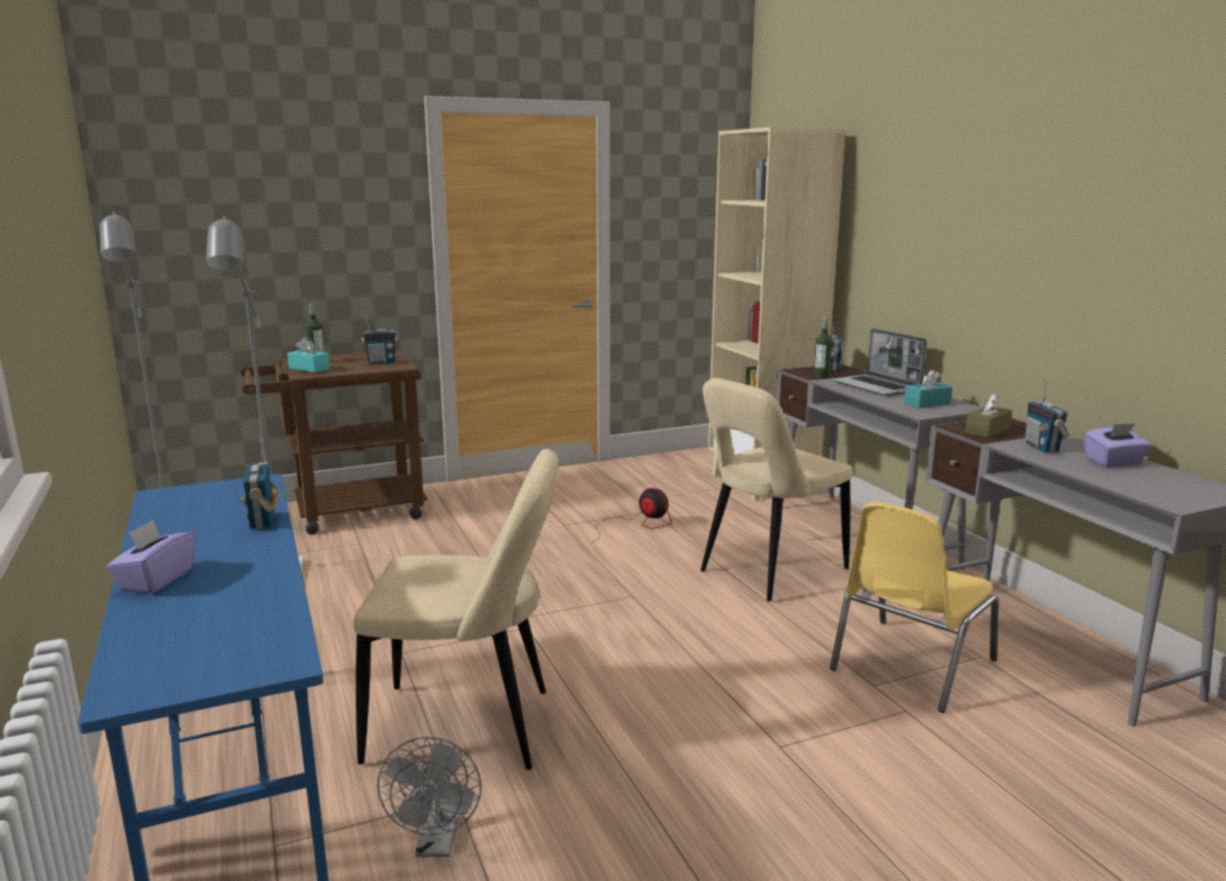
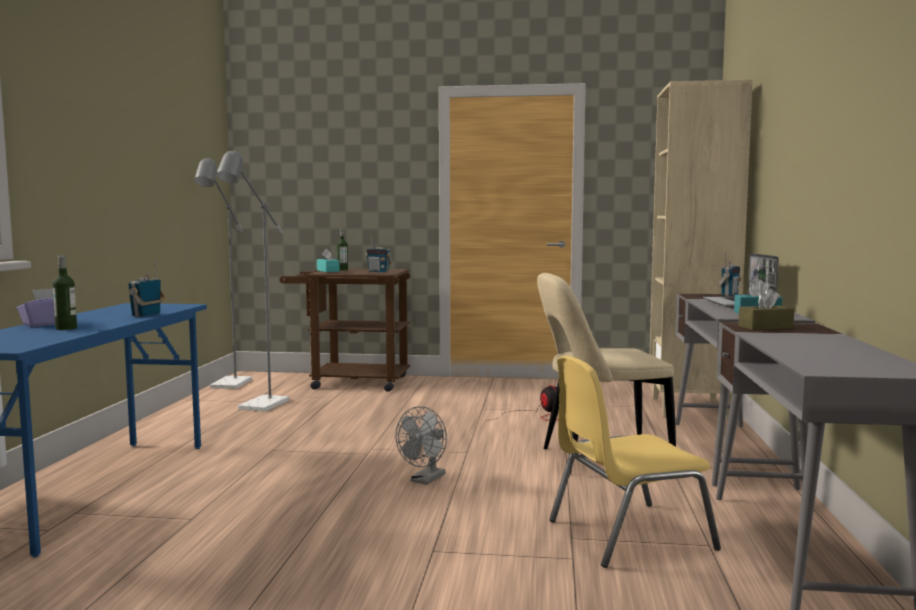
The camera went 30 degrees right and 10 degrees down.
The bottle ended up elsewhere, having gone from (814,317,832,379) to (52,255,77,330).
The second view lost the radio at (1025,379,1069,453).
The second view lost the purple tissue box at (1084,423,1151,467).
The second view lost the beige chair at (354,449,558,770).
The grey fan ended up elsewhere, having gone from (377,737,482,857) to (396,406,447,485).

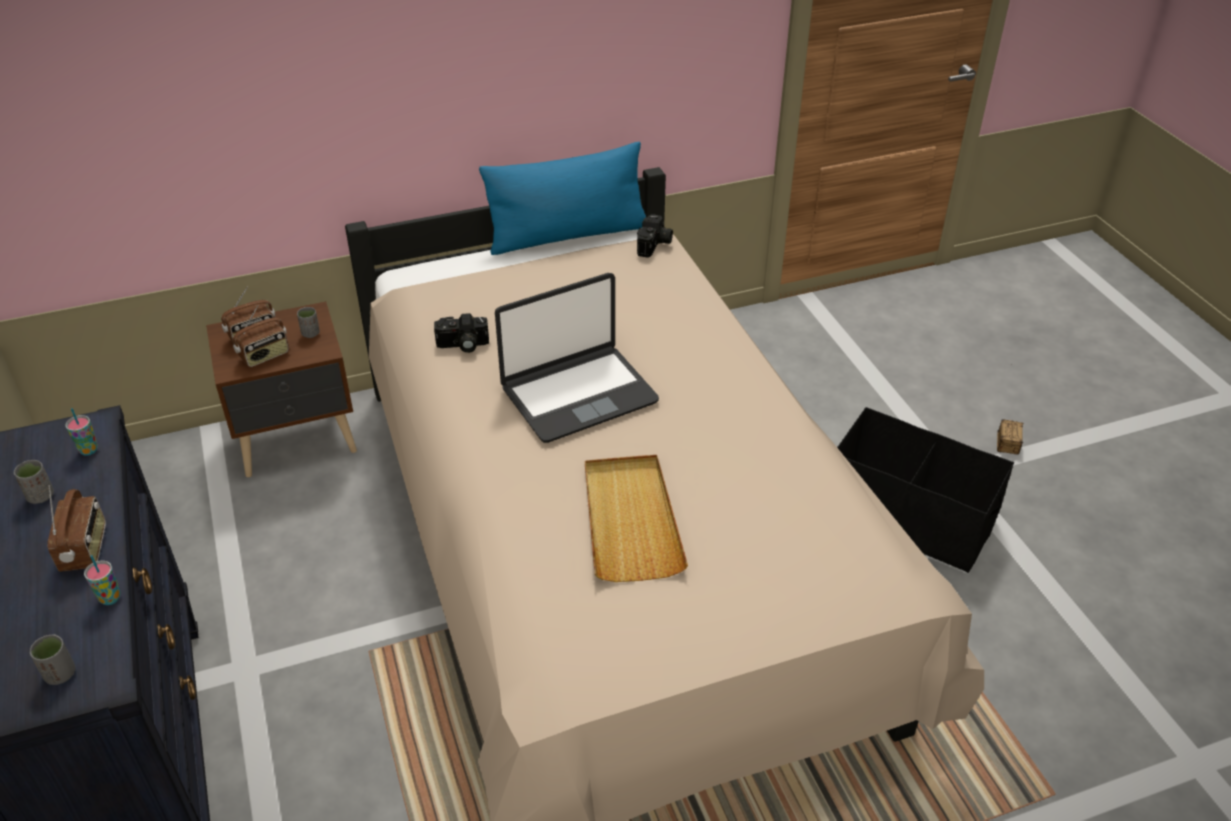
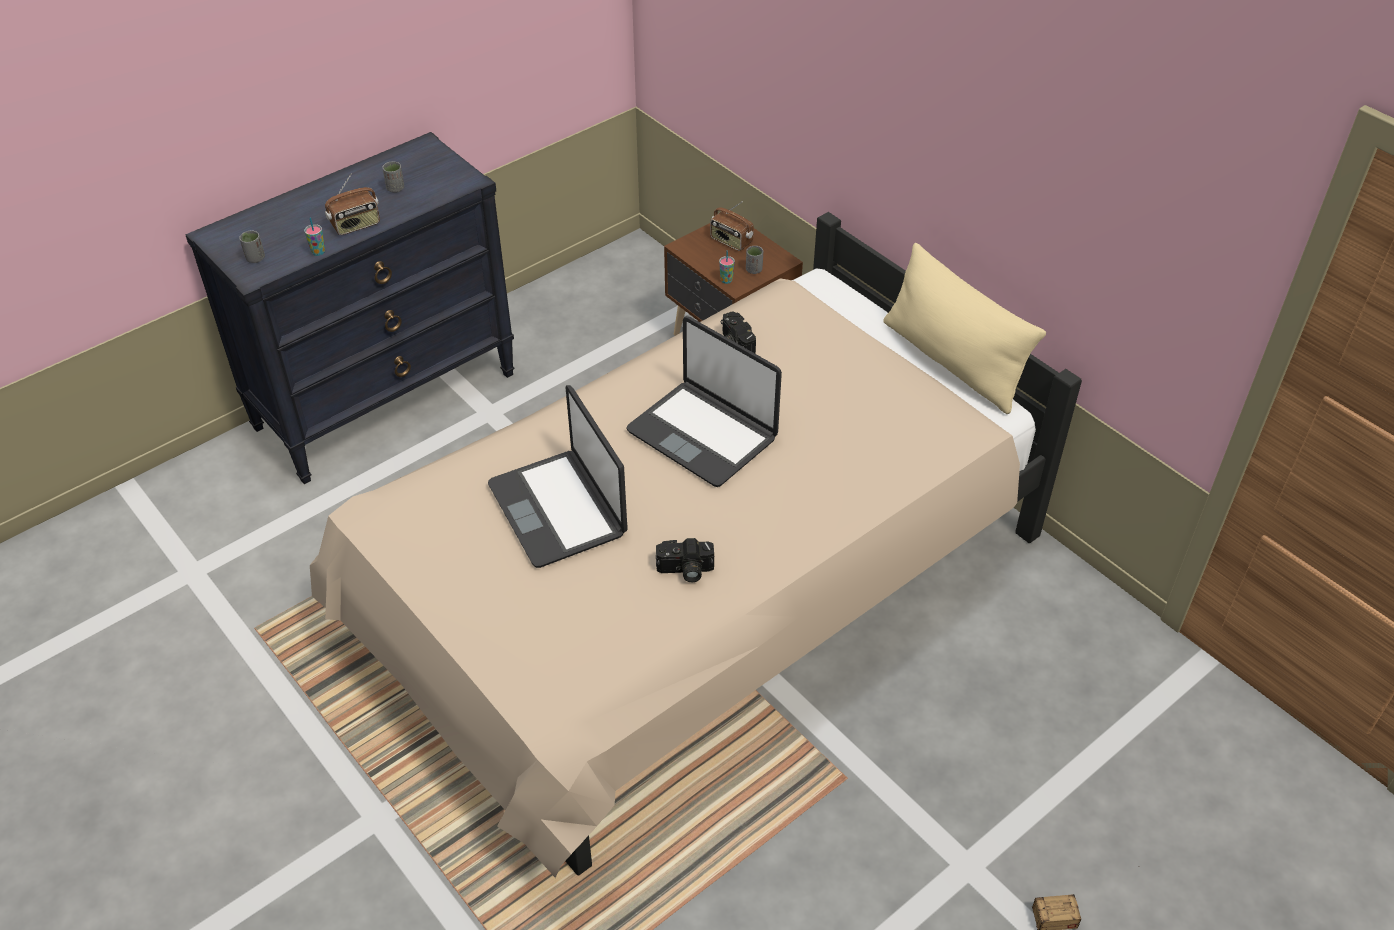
The camera went 70 degrees right and 5 degrees up.
What was the blue pillow at (479,142,646,255) turned into the beige pillow at (883,243,1046,414).
The photo camera ended up elsewhere, having gone from (637,214,673,258) to (656,538,714,582).
The second view lost the radio at (233,305,289,367).
The second view lost the black storage box at (837,407,1014,573).
The cup ended up elsewhere, having gone from (65,408,98,456) to (719,251,735,284).
Where the beige tray stood at (585,455,688,582), the laptop came to stand at (488,385,628,568).

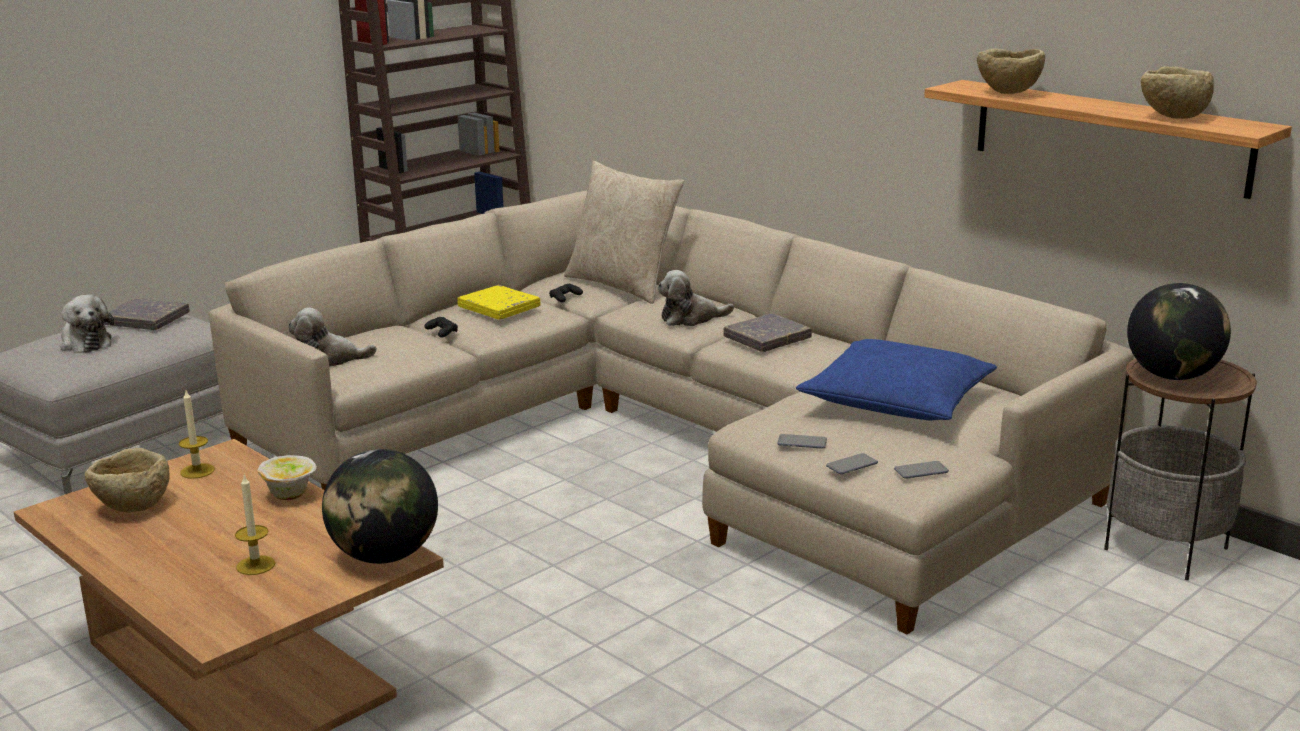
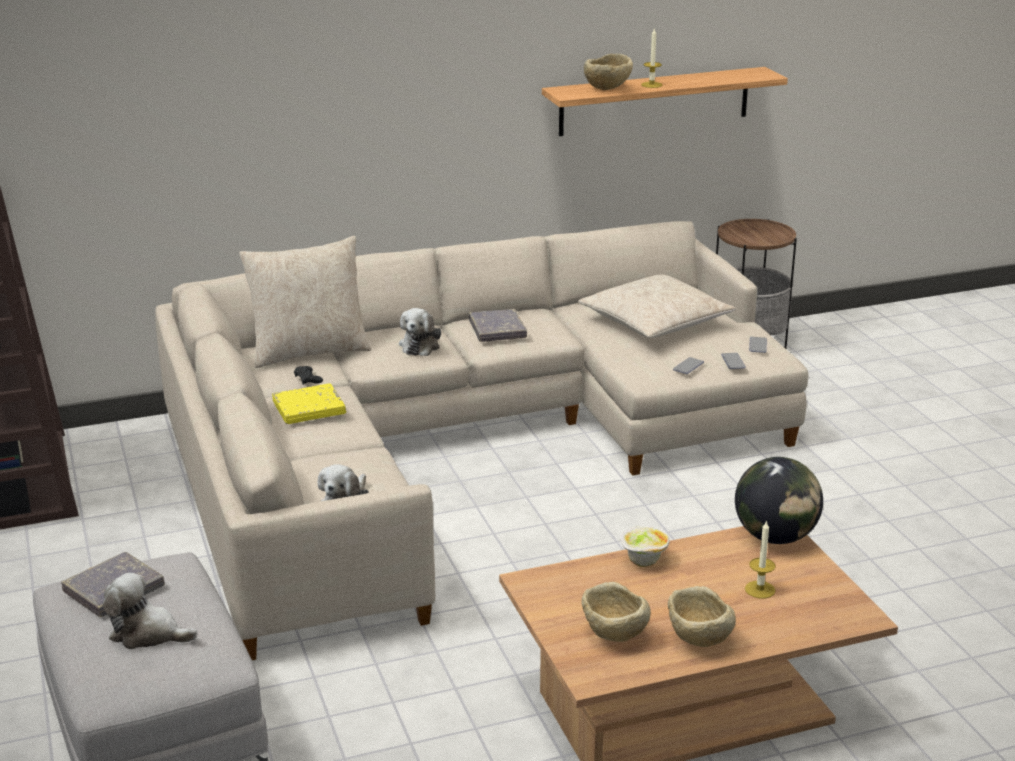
The camera went 65 degrees left and 5 degrees up.
The beige bowl ended up elsewhere, having gone from (1141,66,1214,119) to (668,586,736,647).
The second view lost the globe at (1127,283,1231,380).
The plush toy at (61,295,114,353) ended up facing another way, 150 degrees counterclockwise from before.
The second view lost the black game controller at (424,317,458,338).
What was the blue pillow at (796,339,997,420) turned into the beige pillow at (578,274,736,338).
The candle ended up elsewhere, having gone from (179,391,214,479) to (641,29,662,88).

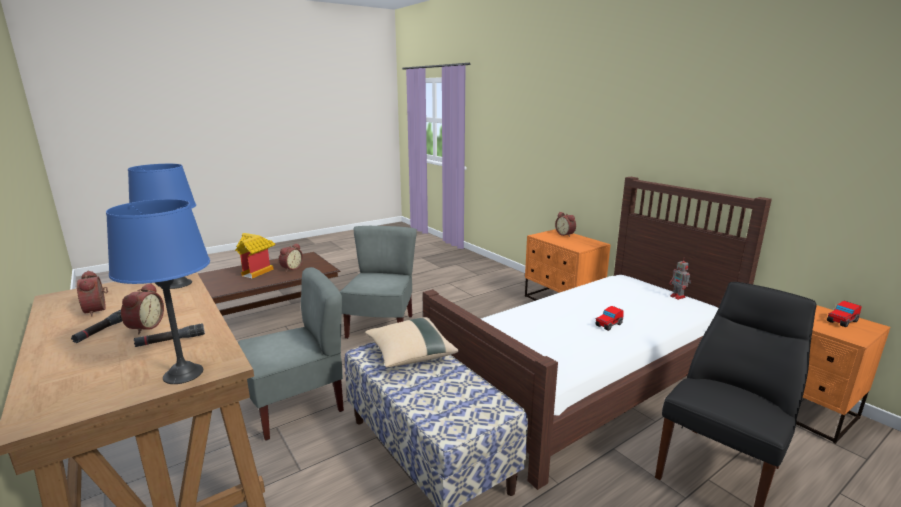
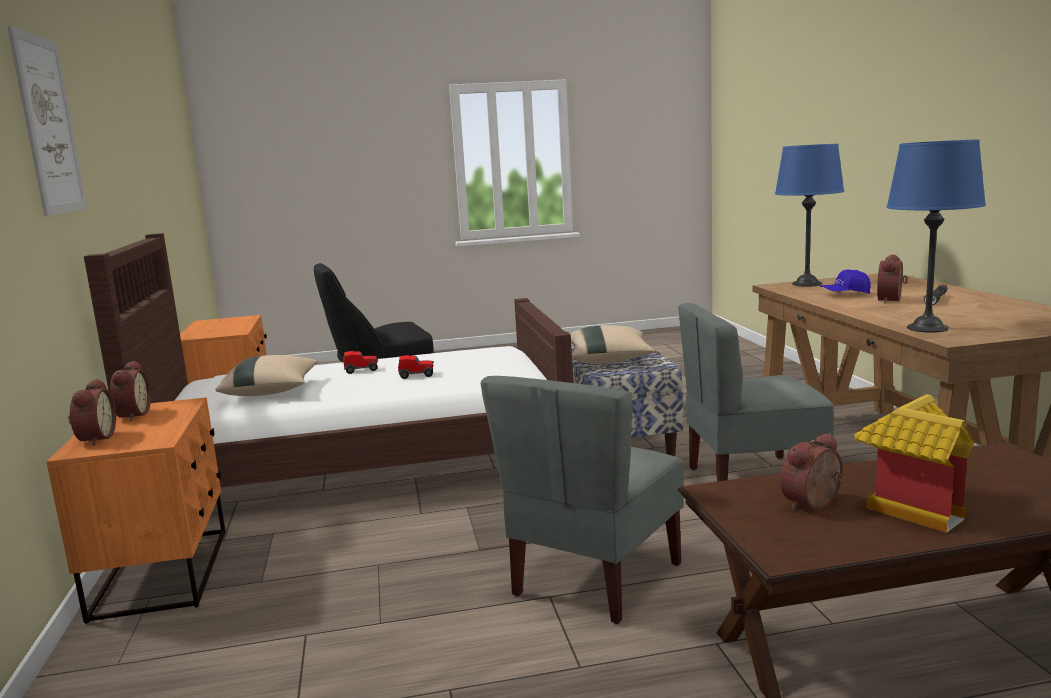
The camera went 155 degrees left and 5 degrees down.
The second view lost the toy robot at (670,260,691,300).
The alarm clock ended up elsewhere, having gone from (77,270,108,316) to (110,361,151,421).
The toy car ended up elsewhere, having gone from (827,301,862,327) to (398,355,434,379).
Where the black flashlight stood at (134,323,205,347), the blue cap came to stand at (820,269,871,294).
The second view gained the picture at (7,26,87,216).
The second view gained the beige pillow at (215,355,318,396).

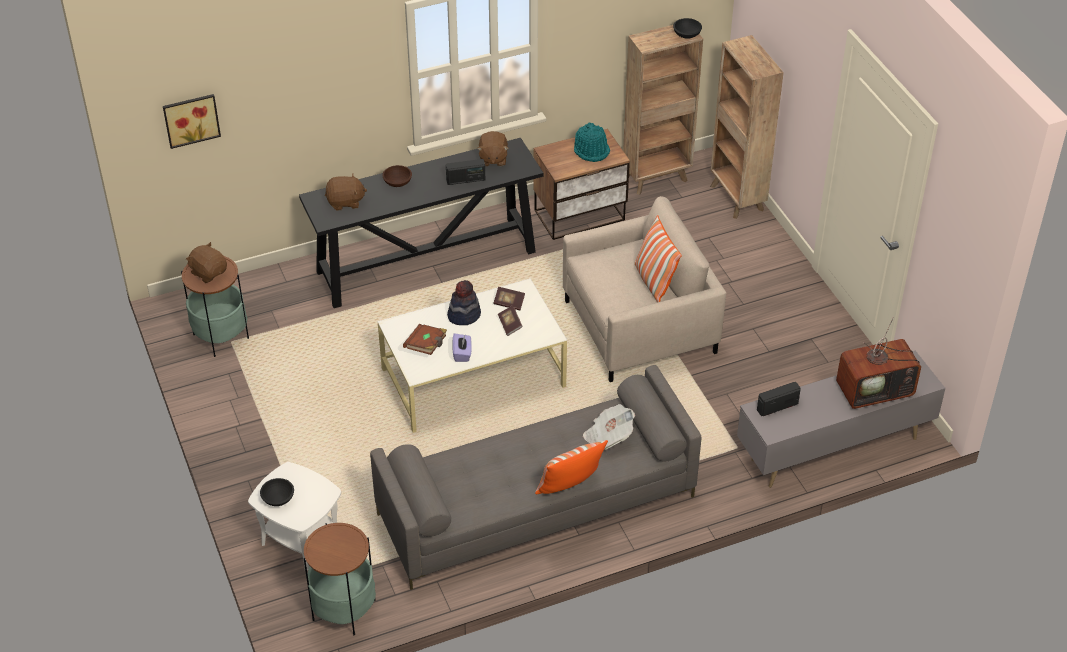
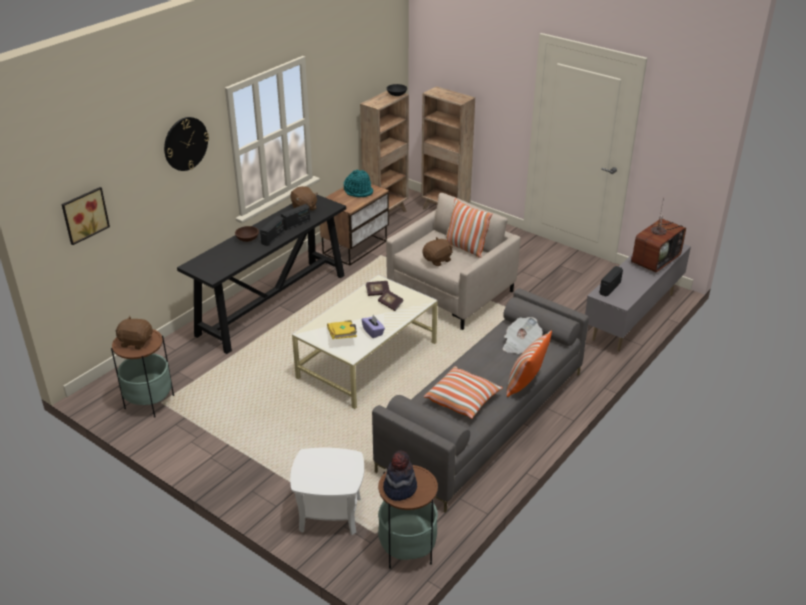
The camera went 30 degrees left and 10 degrees down.
The brown plush toy ended up elsewhere, having gone from (325,173,367,211) to (423,237,453,267).
The hat ended up elsewhere, having gone from (447,280,481,325) to (383,451,417,501).
What was the brown book at (403,324,447,355) turned into the yellow book at (327,320,357,339).
The second view lost the black bowl at (260,478,294,506).
The second view gained the wall clock at (164,117,209,171).
The second view gained the radio at (260,216,284,246).
The second view gained the pillow at (424,366,503,419).

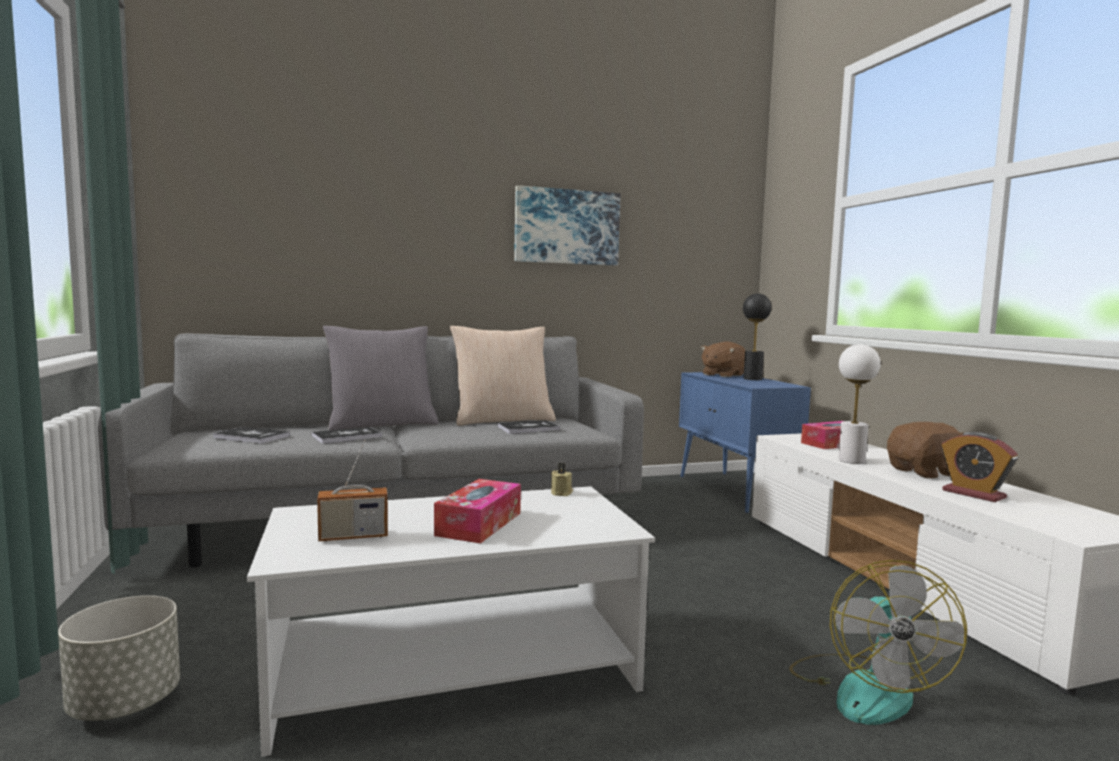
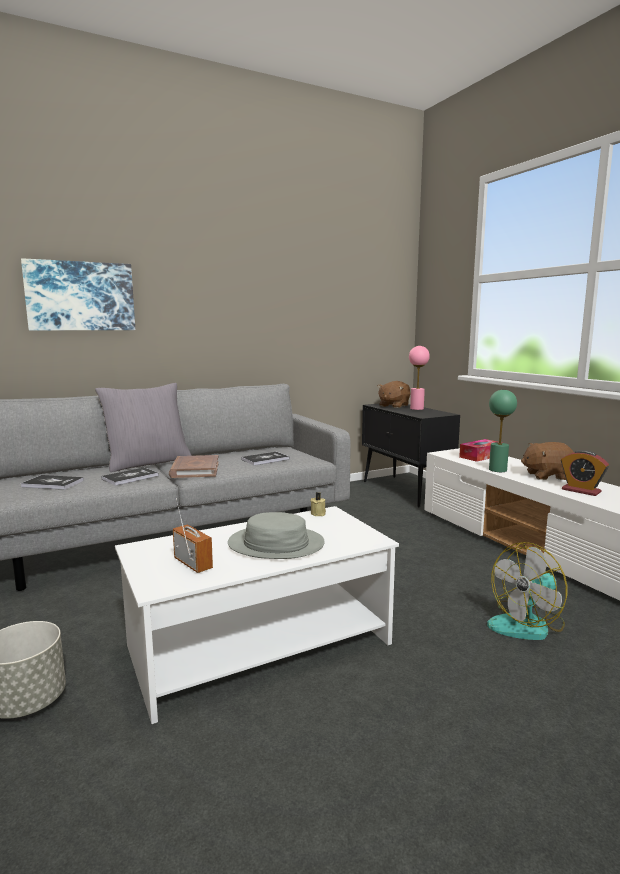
The camera went 10 degrees left and 5 degrees up.
The picture ended up elsewhere, having gone from (514,185,621,266) to (21,258,135,330).
What was the black table lamp at (743,293,772,380) turned into the pink table lamp at (409,346,430,410).
The second view lost the beige pillow at (450,326,556,426).
What was the white table lamp at (838,344,881,464) turned into the green table lamp at (489,390,517,472).
What was the blue cabinet at (679,372,811,514) turned into the black cabinet at (362,403,460,507).
The brown plush toy at (887,422,964,479) ended up facing another way, 150 degrees counterclockwise from before.
The radio at (317,439,388,542) ended up facing another way, 105 degrees counterclockwise from before.
Where the tissue box stood at (434,479,521,544), the grey hat came to stand at (228,512,325,559).
The fan at (789,560,967,725) ended up facing another way, 60 degrees clockwise from before.
The second view gained the brown book at (169,455,219,478).

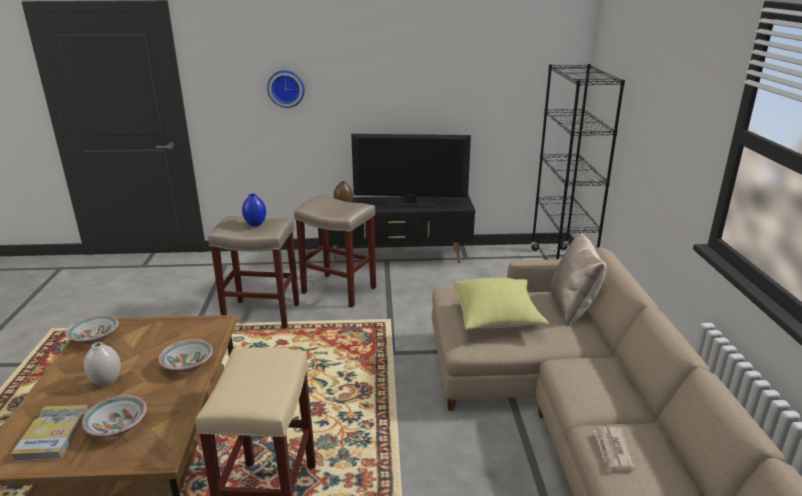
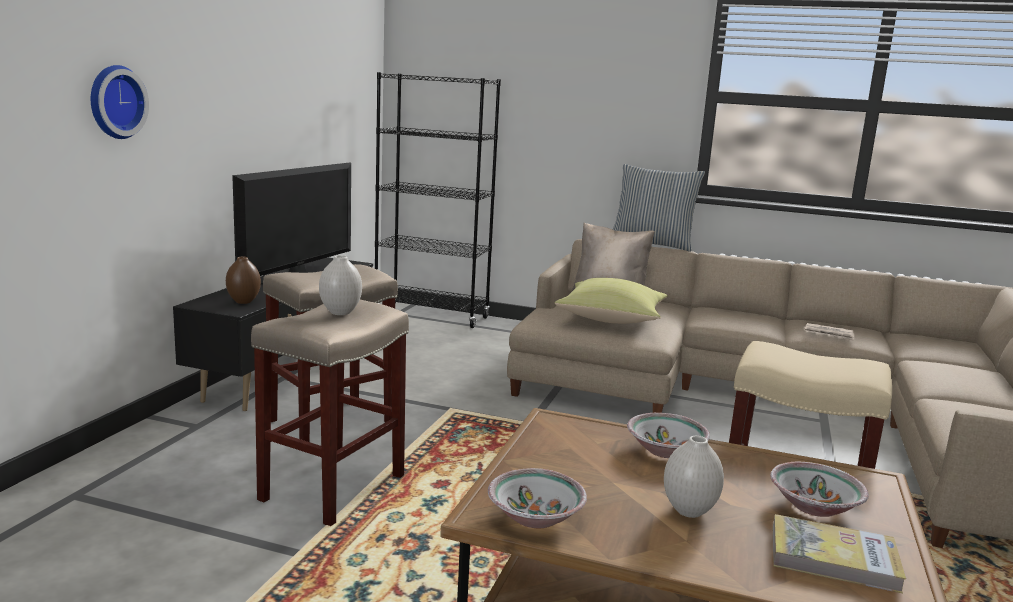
The camera went 70 degrees left and 10 degrees down.
What was the blue vase at (242,194,266,227) turned into the white vase at (319,255,362,315).
The second view gained the pillow at (613,164,705,252).

